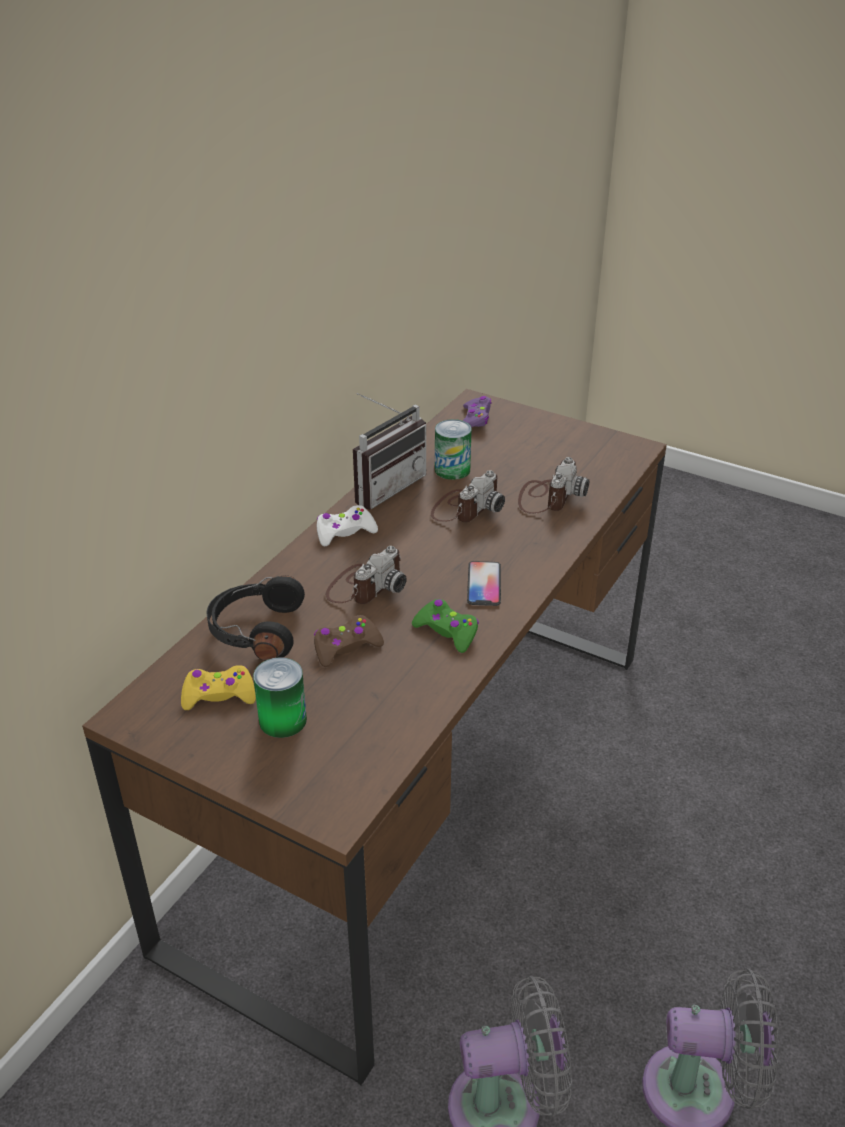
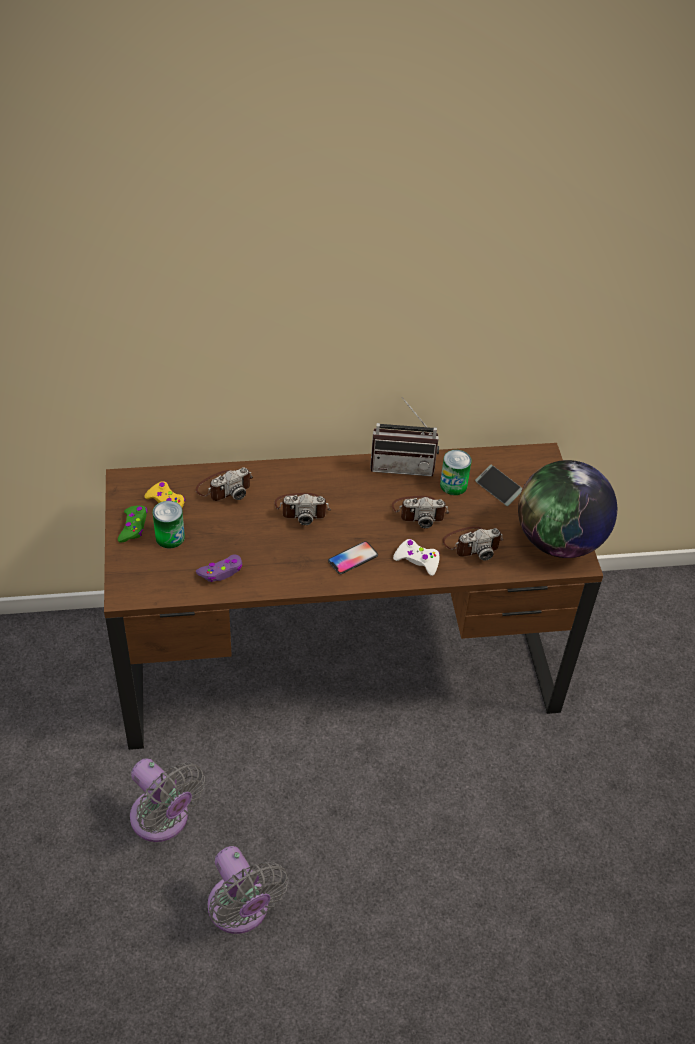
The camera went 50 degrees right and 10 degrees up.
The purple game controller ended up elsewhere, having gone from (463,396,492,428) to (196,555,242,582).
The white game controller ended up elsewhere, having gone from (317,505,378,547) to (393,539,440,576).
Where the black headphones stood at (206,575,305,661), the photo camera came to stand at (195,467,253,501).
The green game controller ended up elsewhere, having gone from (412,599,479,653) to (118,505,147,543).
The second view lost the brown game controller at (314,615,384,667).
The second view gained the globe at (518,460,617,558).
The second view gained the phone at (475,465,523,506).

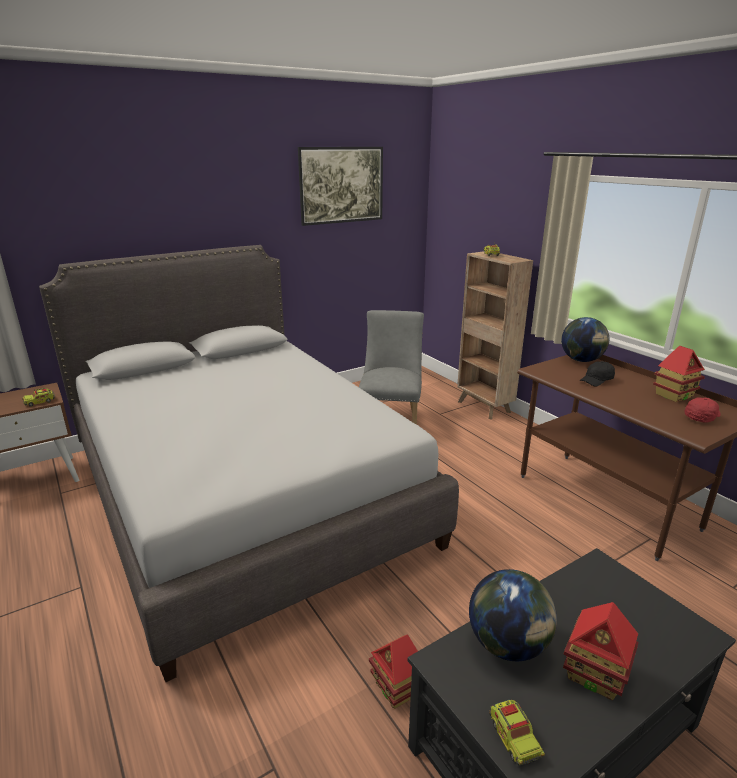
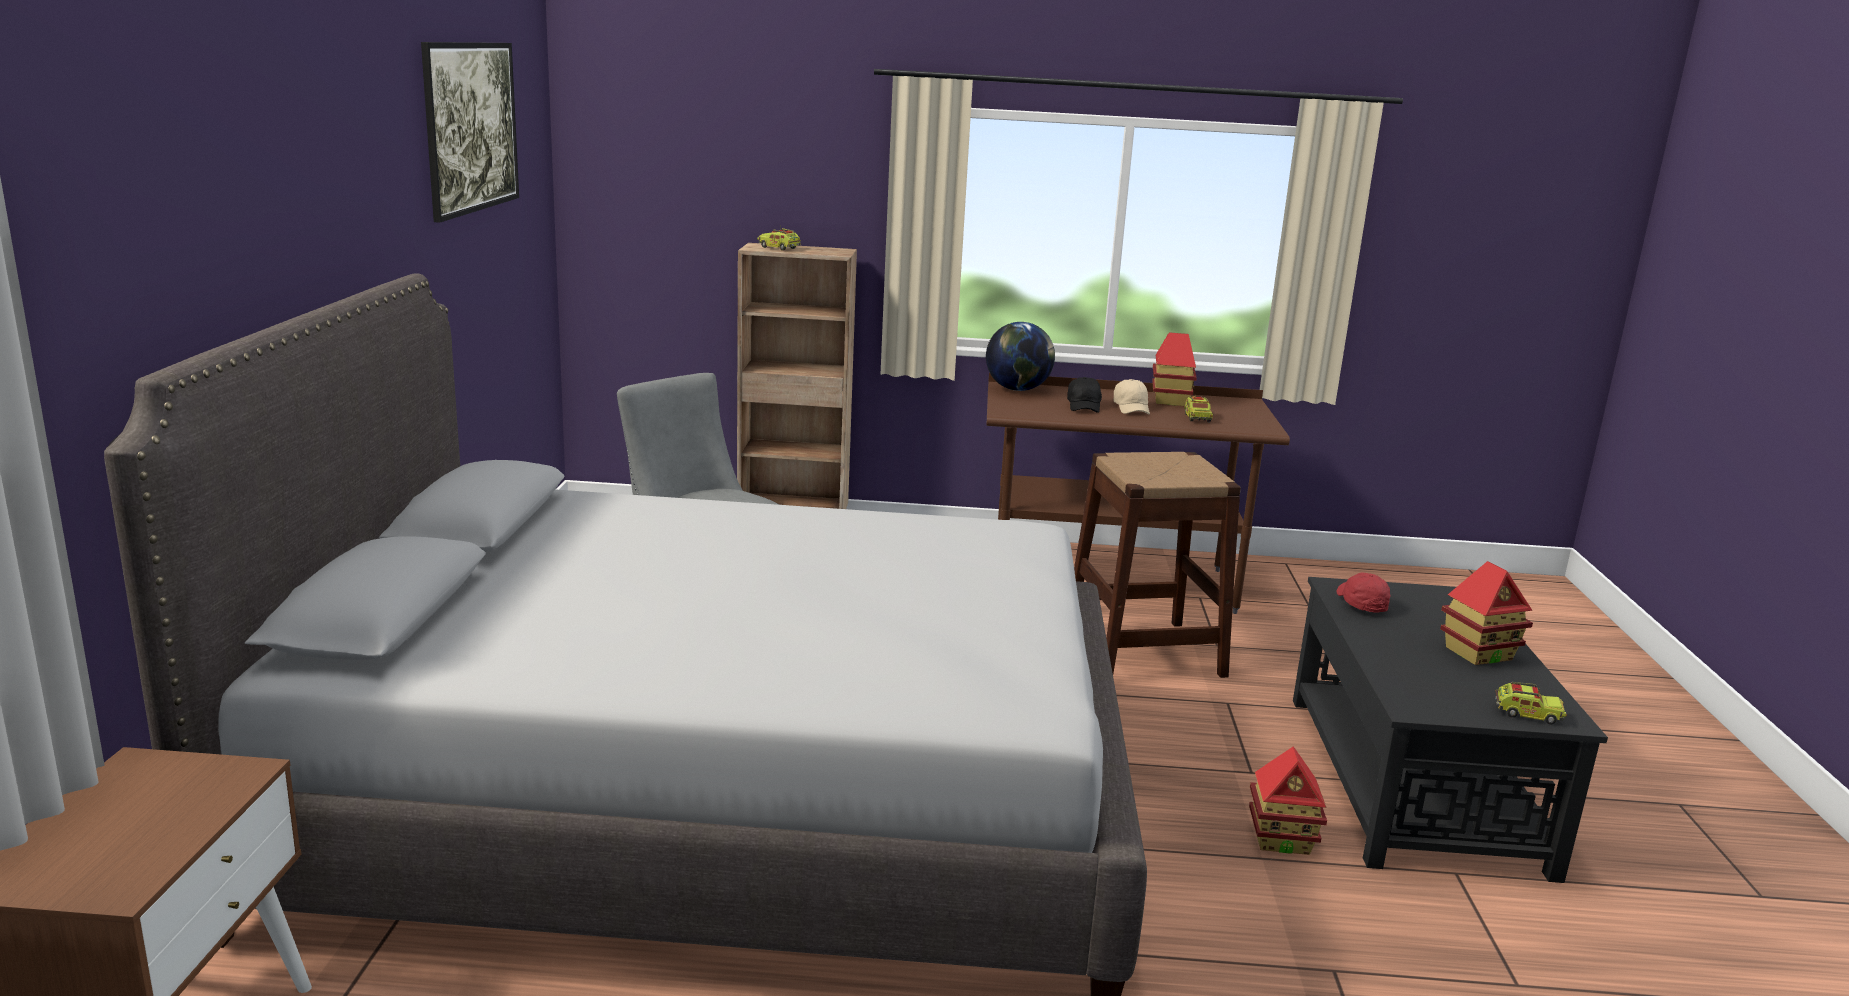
The camera went 55 degrees left and 5 degrees down.
The toy truck ended up elsewhere, having gone from (22,388,55,407) to (1184,395,1213,422).
The red cap ended up elsewhere, having gone from (684,397,721,423) to (1337,573,1390,612).
The second view lost the globe at (469,569,557,661).
The second view gained the beige cap at (1114,379,1150,414).
The second view gained the brown stool at (1074,452,1241,678).

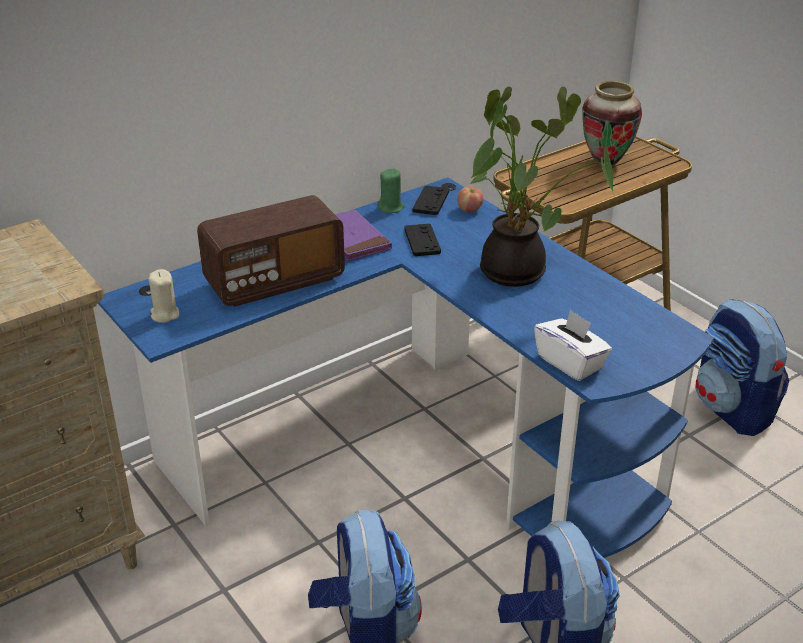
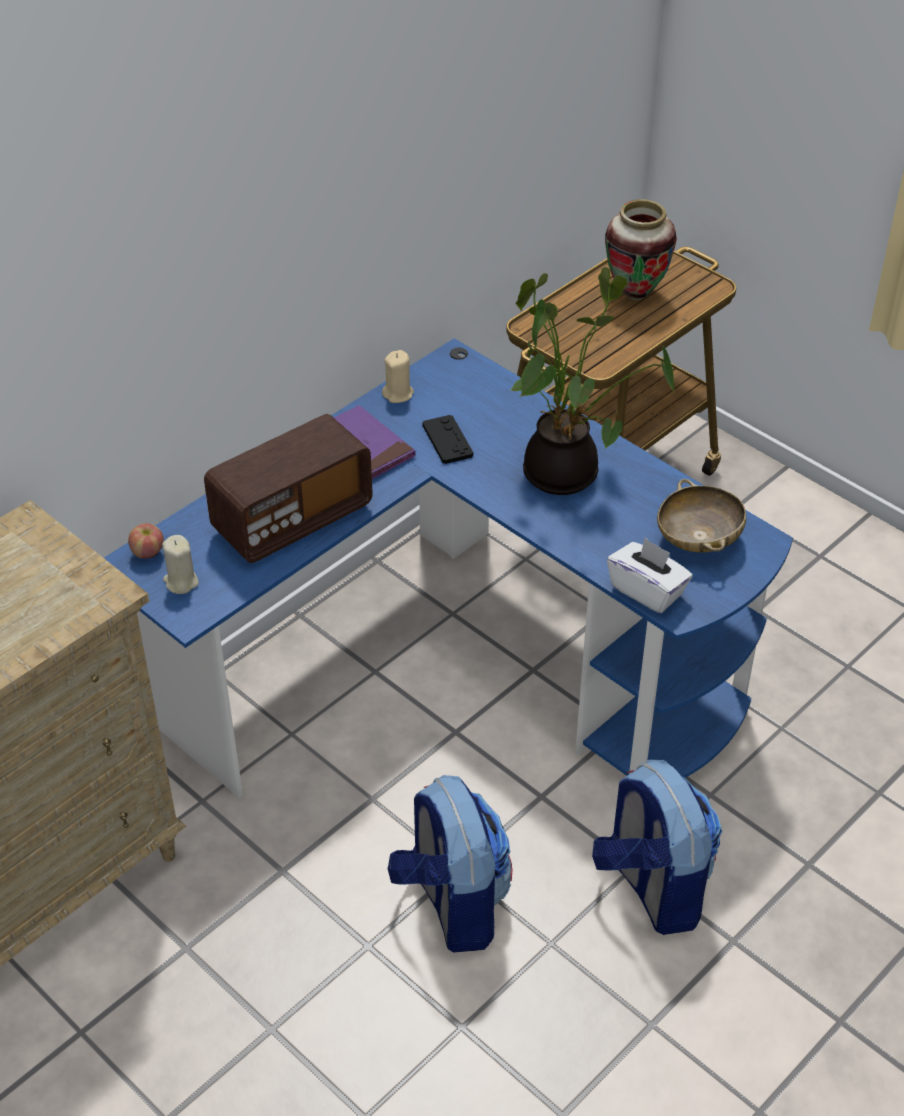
The camera went 10 degrees left and 10 degrees up.
What was the green candle at (378,169,404,213) turned into the beige candle at (382,350,414,403).
The second view lost the black game controller at (413,185,449,215).
The apple ended up elsewhere, having gone from (457,186,484,212) to (128,523,164,558).
The second view lost the backpack at (695,299,789,436).
The second view gained the beige bowl at (657,479,746,552).

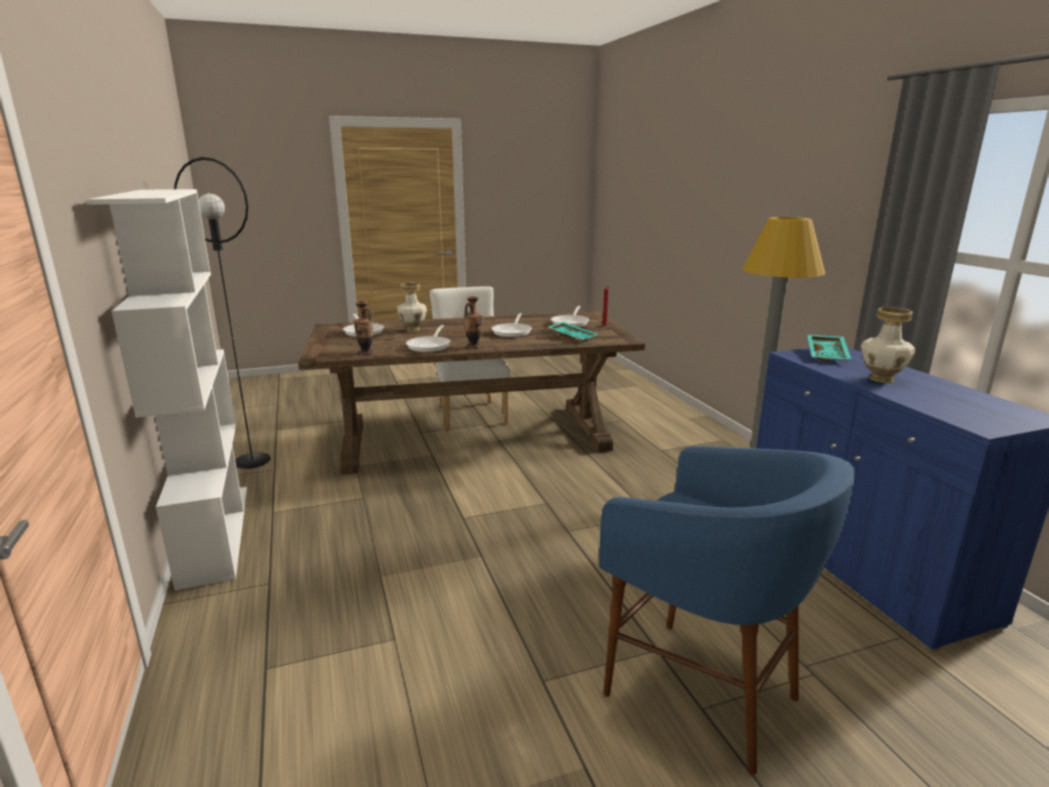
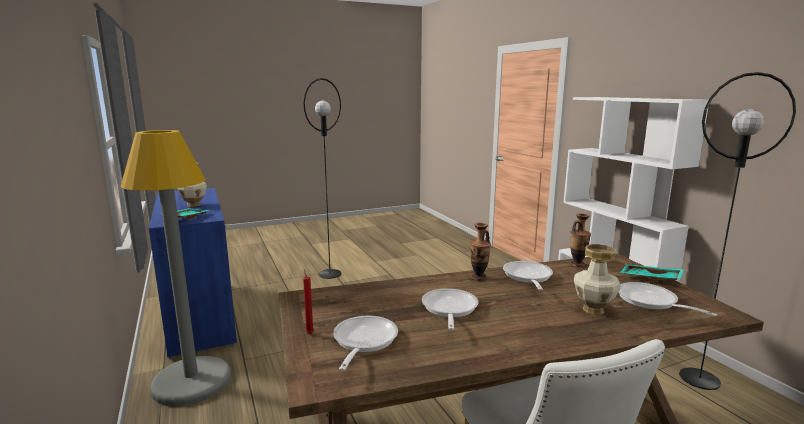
The camera went 175 degrees right and 5 degrees down.
The turquoise tray ended up elsewhere, having gone from (548,322,598,342) to (620,264,684,280).
Where the blue stool stood at (599,446,856,775), the black floor lamp came to stand at (304,78,342,279).

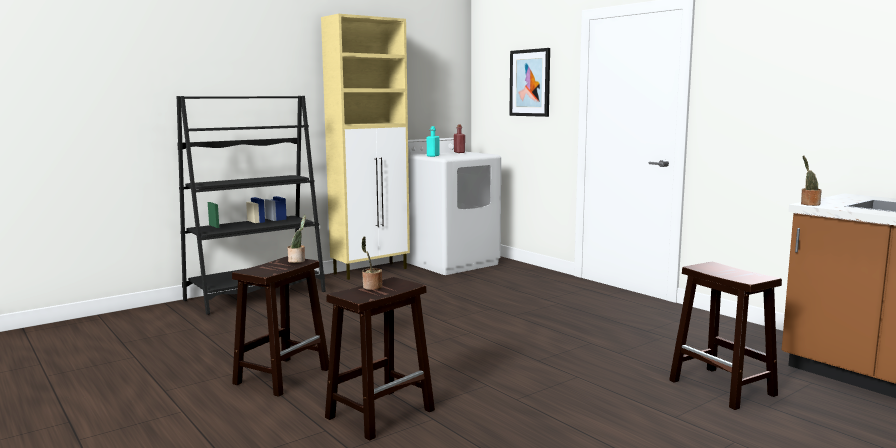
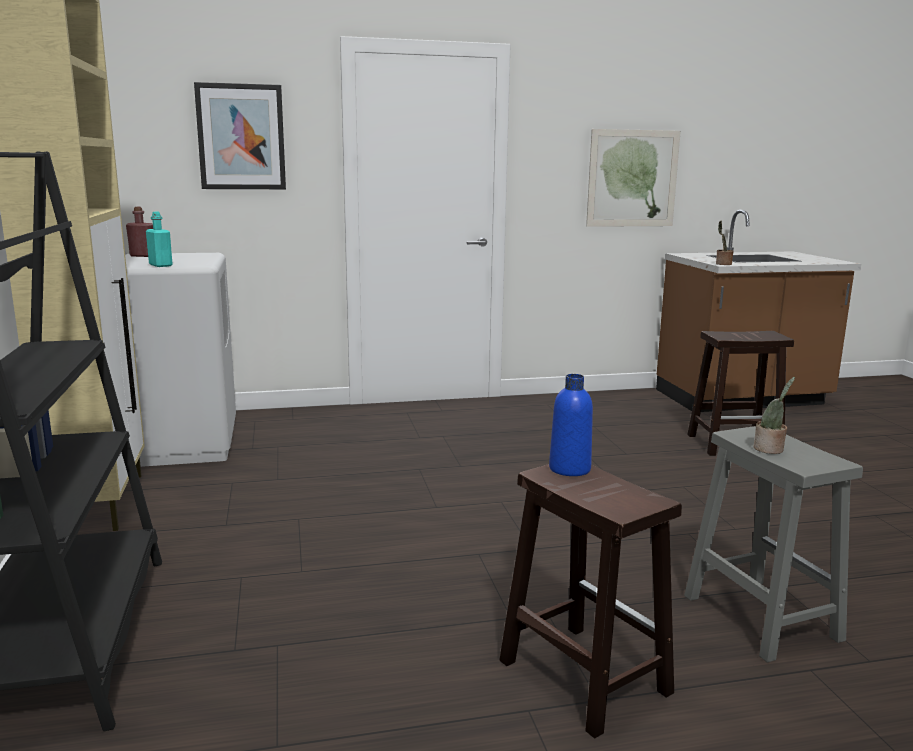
The camera went 65 degrees left and 5 degrees up.
Where the potted plant stood at (288,215,306,263), the blue bottle came to stand at (549,374,593,476).
What was the brown stool at (325,277,435,441) turned into the grey stool at (684,426,863,663).
The second view gained the picture at (586,129,681,227).

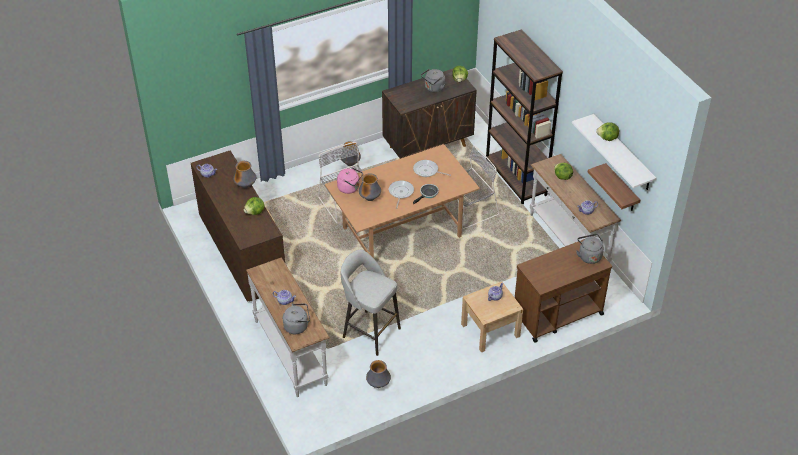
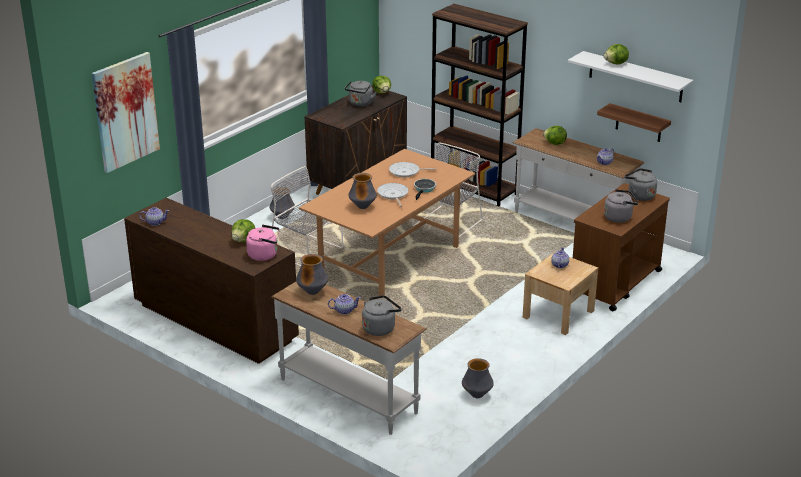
The camera went 25 degrees left and 15 degrees down.
The vase ended up elsewhere, having gone from (233,161,256,189) to (296,254,328,295).
The pink kettle ended up elsewhere, having gone from (337,167,363,194) to (246,225,280,261).
The second view lost the grey stool at (341,249,401,356).
The second view gained the picture at (92,52,160,173).
The second view gained the grey kettle at (604,189,639,223).

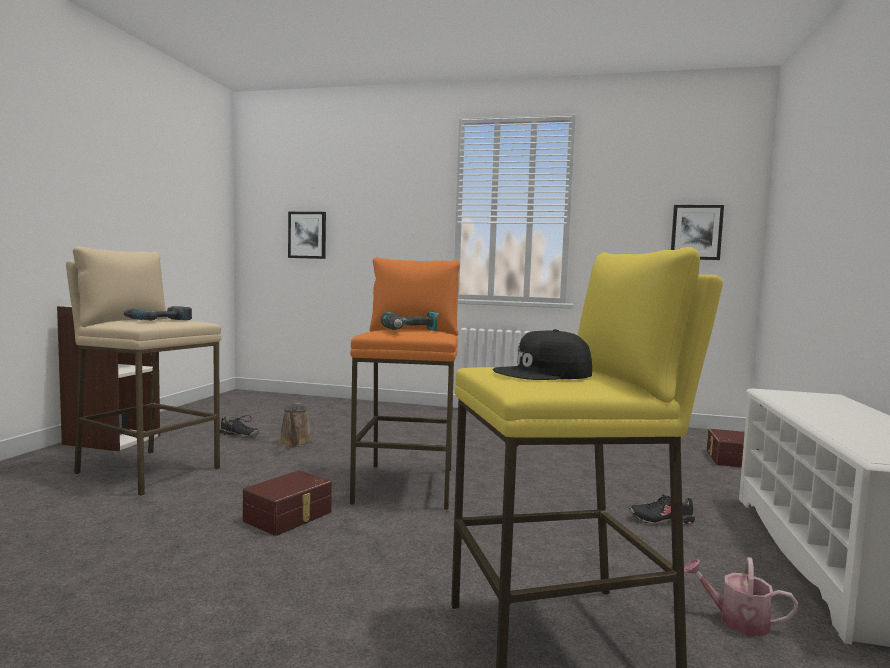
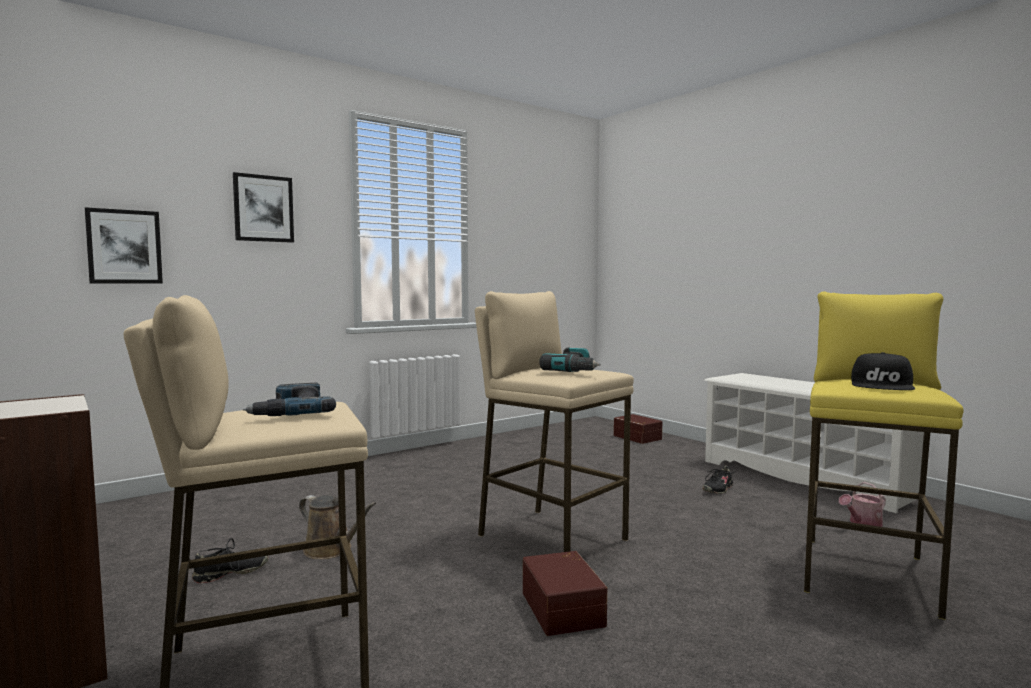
The camera went 50 degrees left and 0 degrees up.
The picture ended up elsewhere, having gone from (671,205,724,260) to (233,172,294,243).
What was the orange stool at (350,257,460,510) turned into the beige stool at (475,291,634,552).

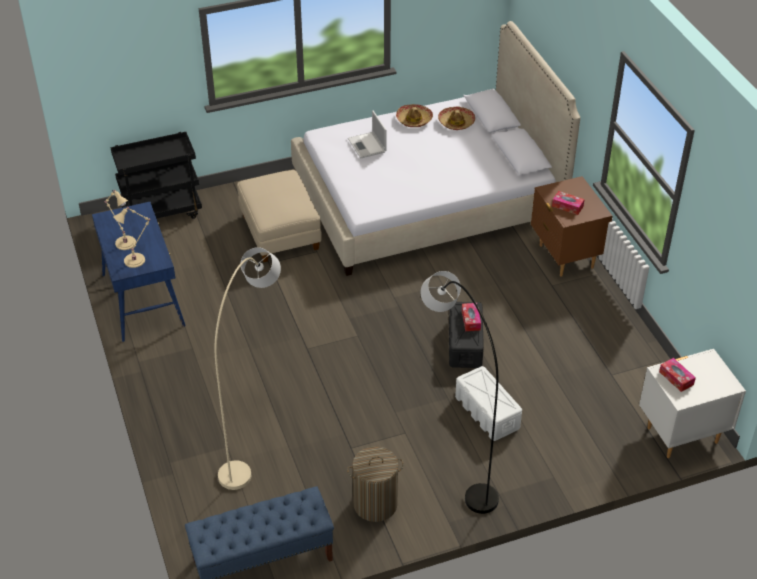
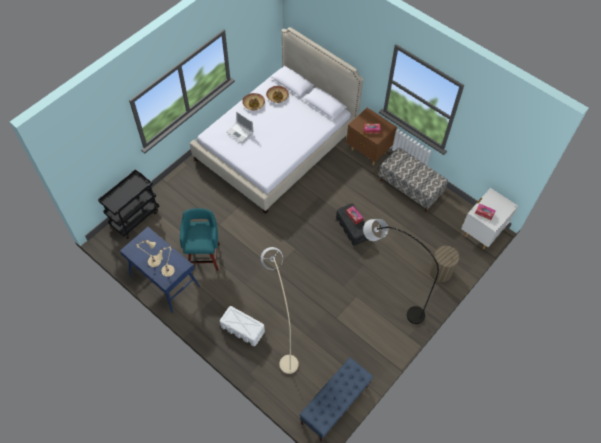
The camera went 30 degrees left and 15 degrees up.
The second view lost the beige ottoman at (237,170,322,262).
The white storage box ended up elsewhere, having gone from (455,366,522,441) to (220,306,265,346).
The laundry basket ended up elsewhere, having gone from (347,446,404,522) to (429,246,459,282).
The second view gained the bench at (379,147,448,212).
The second view gained the turquoise stool at (180,208,220,271).

